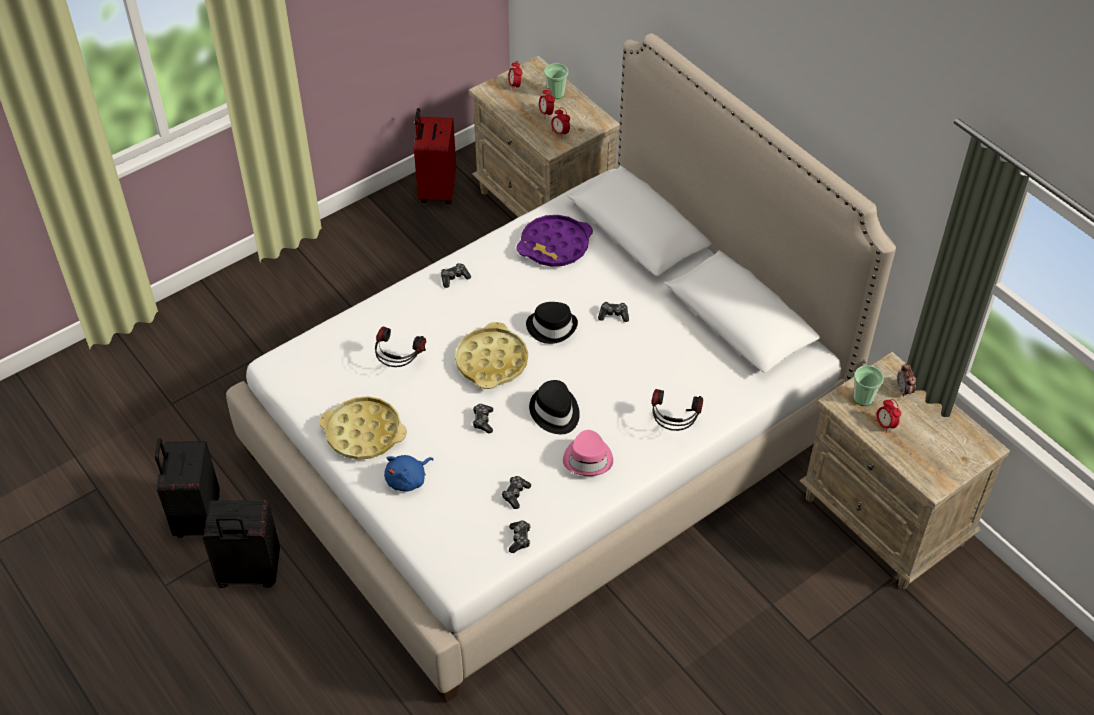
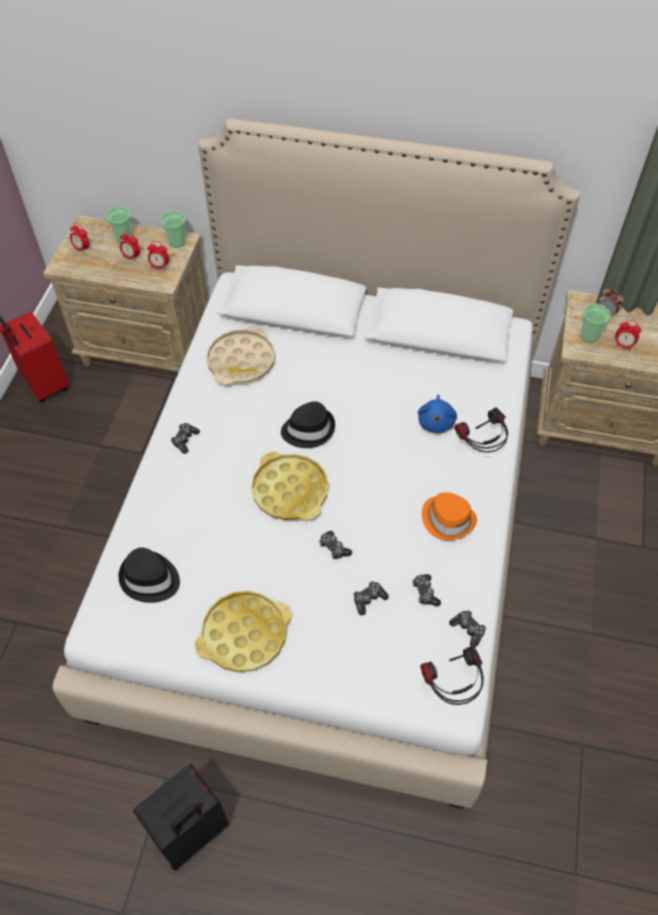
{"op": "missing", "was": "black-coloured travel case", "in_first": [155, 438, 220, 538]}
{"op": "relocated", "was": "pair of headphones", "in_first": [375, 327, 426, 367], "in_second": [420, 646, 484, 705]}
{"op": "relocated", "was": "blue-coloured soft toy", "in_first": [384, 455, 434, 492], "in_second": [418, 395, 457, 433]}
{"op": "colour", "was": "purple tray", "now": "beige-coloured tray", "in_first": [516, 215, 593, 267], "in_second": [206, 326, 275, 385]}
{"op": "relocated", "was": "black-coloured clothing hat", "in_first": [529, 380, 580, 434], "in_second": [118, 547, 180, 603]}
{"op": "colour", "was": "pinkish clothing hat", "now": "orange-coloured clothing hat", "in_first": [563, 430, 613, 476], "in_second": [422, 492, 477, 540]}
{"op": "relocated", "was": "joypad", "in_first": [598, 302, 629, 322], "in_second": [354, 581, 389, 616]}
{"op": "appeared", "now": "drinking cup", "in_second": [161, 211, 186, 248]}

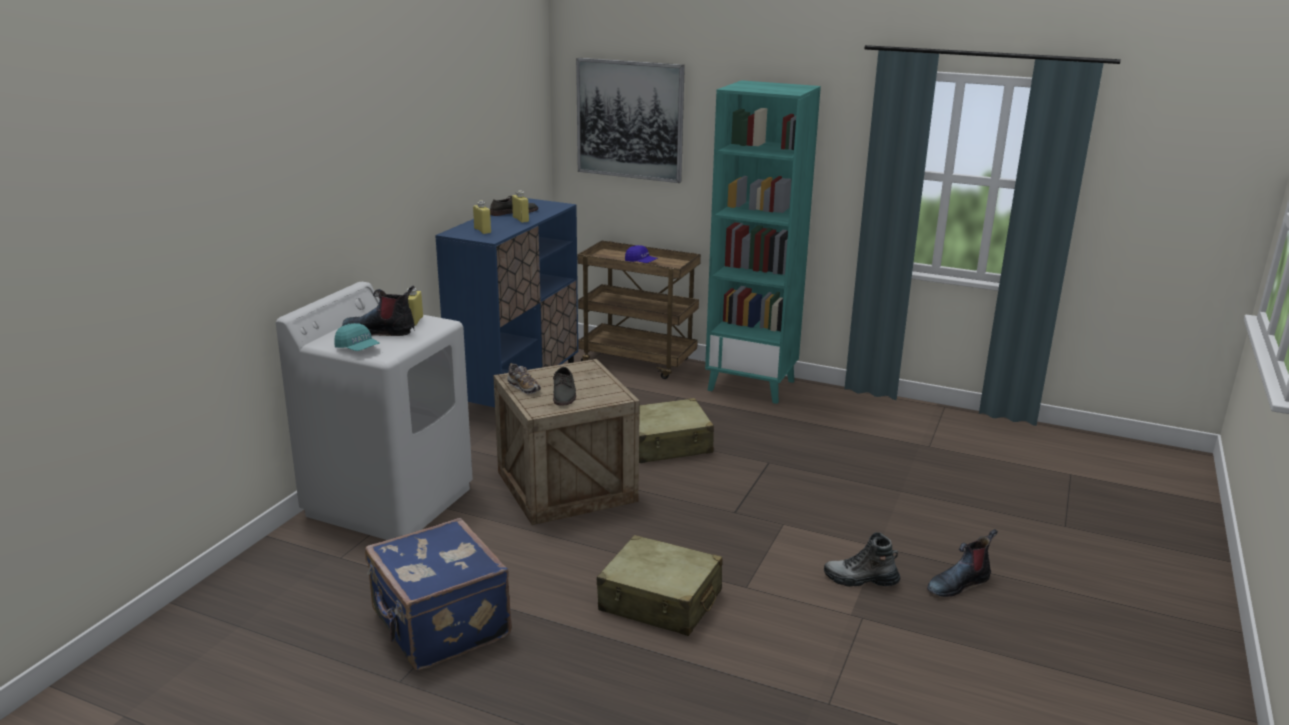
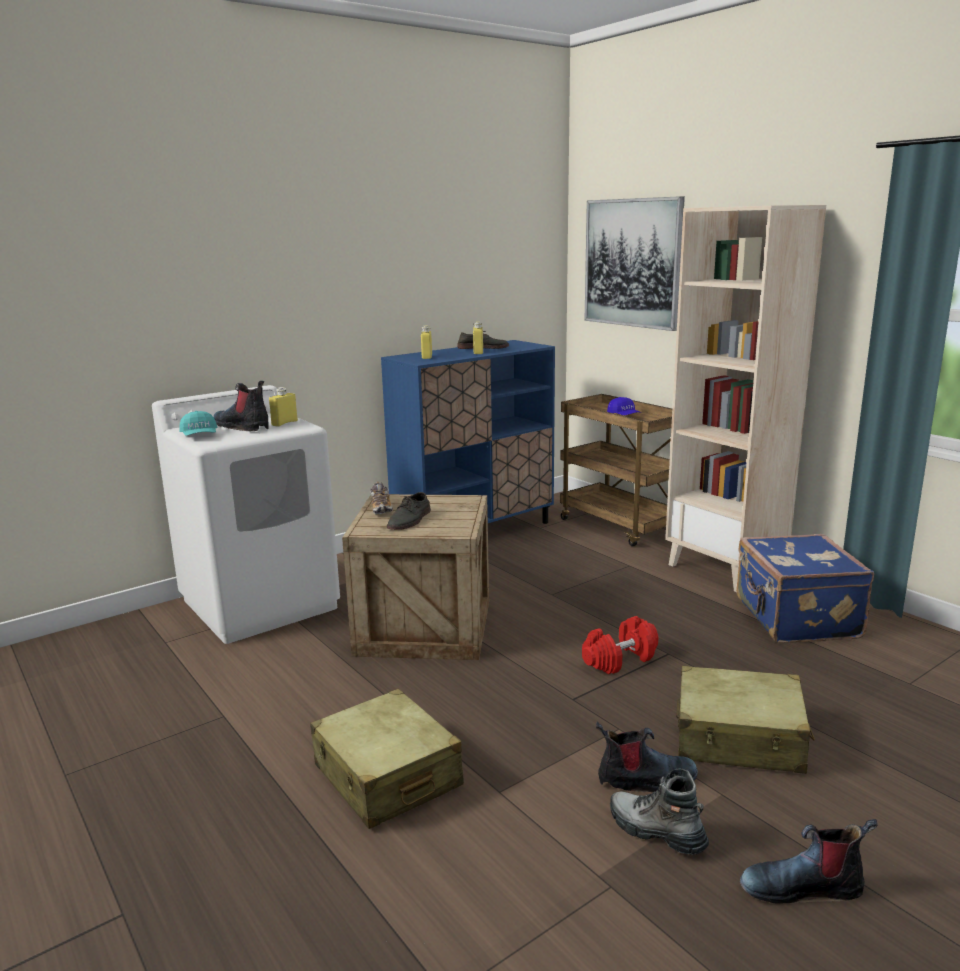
{"op": "relocated", "was": "blue-coloured travel case", "in_first": [365, 518, 512, 670], "in_second": [736, 534, 874, 643]}
{"op": "relocated", "was": "beige-coloured travel case", "in_first": [639, 398, 714, 463], "in_second": [676, 666, 815, 774]}
{"op": "colour", "was": "turquoise bookcase", "now": "beige-coloured bookcase", "in_first": [705, 80, 821, 404], "in_second": [665, 205, 826, 592]}
{"op": "appeared", "now": "reddish free weight", "in_second": [582, 616, 659, 674]}
{"op": "appeared", "now": "boot", "in_second": [596, 722, 698, 792]}

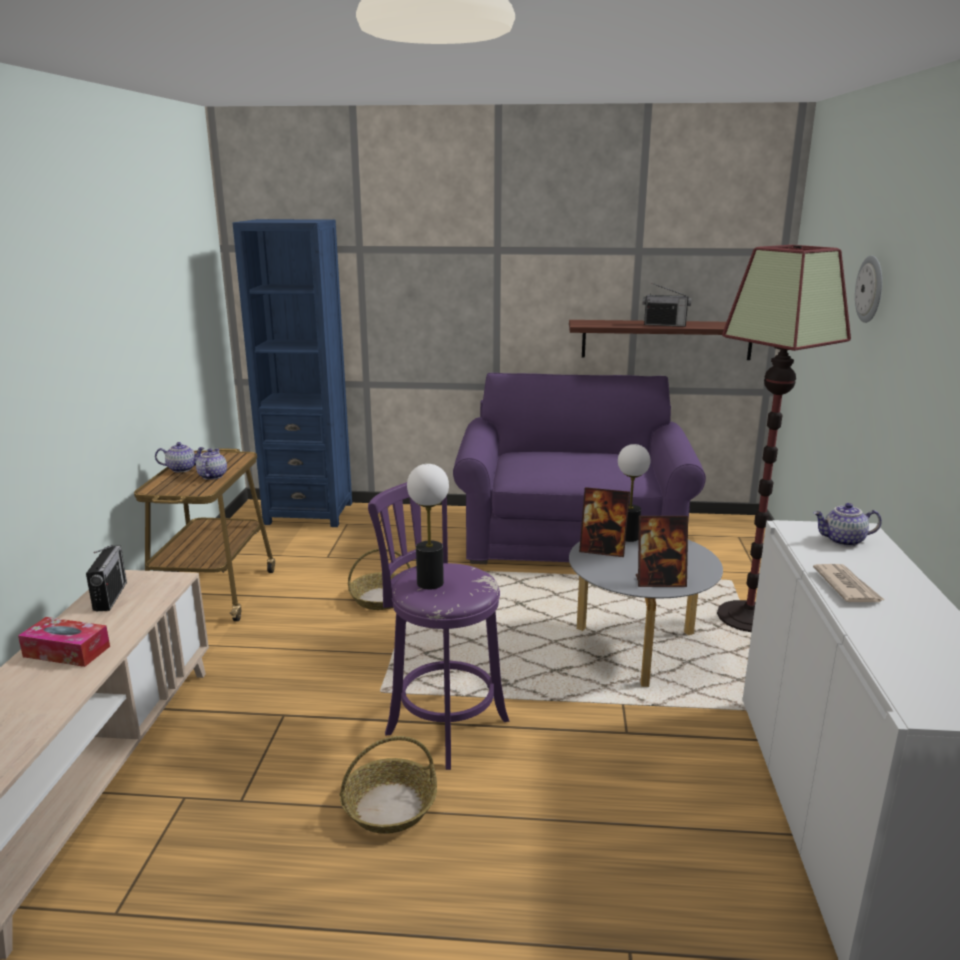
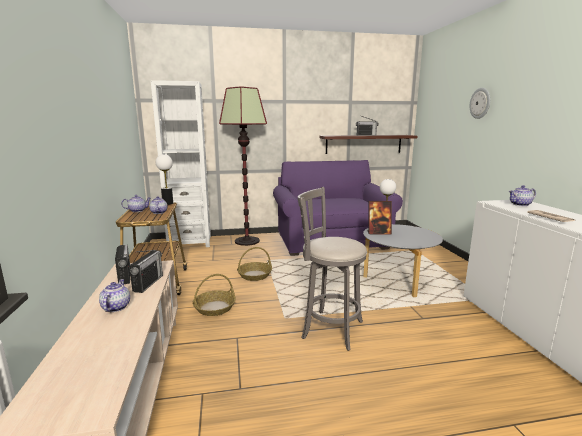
{"op": "exchanged", "was": "tissue holder", "now": "pot for tea", "in_first": [18, 617, 110, 667], "in_second": [99, 279, 130, 312]}
{"op": "colour", "was": "blue-coloured bookcase", "now": "white-coloured bookcase", "in_first": [233, 219, 352, 527], "in_second": [151, 80, 211, 249]}
{"op": "relocated", "was": "household basket", "in_first": [339, 736, 437, 834], "in_second": [192, 274, 236, 316]}
{"op": "colour", "was": "purple sitting stool", "now": "greyish sitting stool", "in_first": [368, 474, 509, 770], "in_second": [298, 187, 367, 351]}
{"op": "relocated", "was": "table lamp", "in_first": [407, 464, 449, 589], "in_second": [156, 154, 173, 205]}
{"op": "missing", "was": "picture frame", "in_first": [636, 516, 688, 587]}
{"op": "relocated", "was": "floor lamp", "in_first": [717, 245, 851, 632], "in_second": [219, 86, 267, 246]}
{"op": "appeared", "now": "radio set", "in_second": [129, 250, 163, 293]}

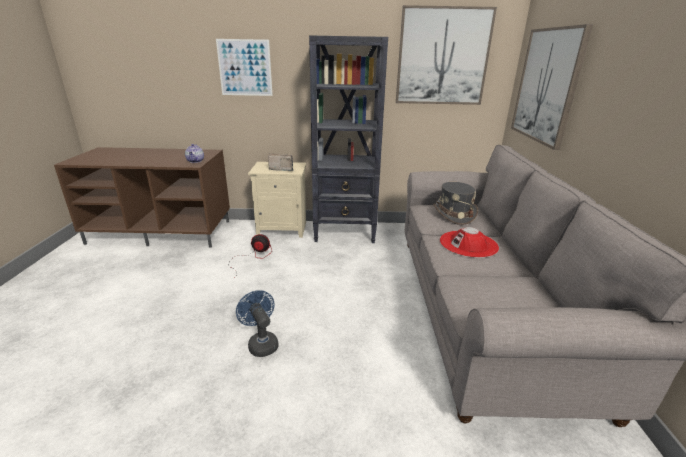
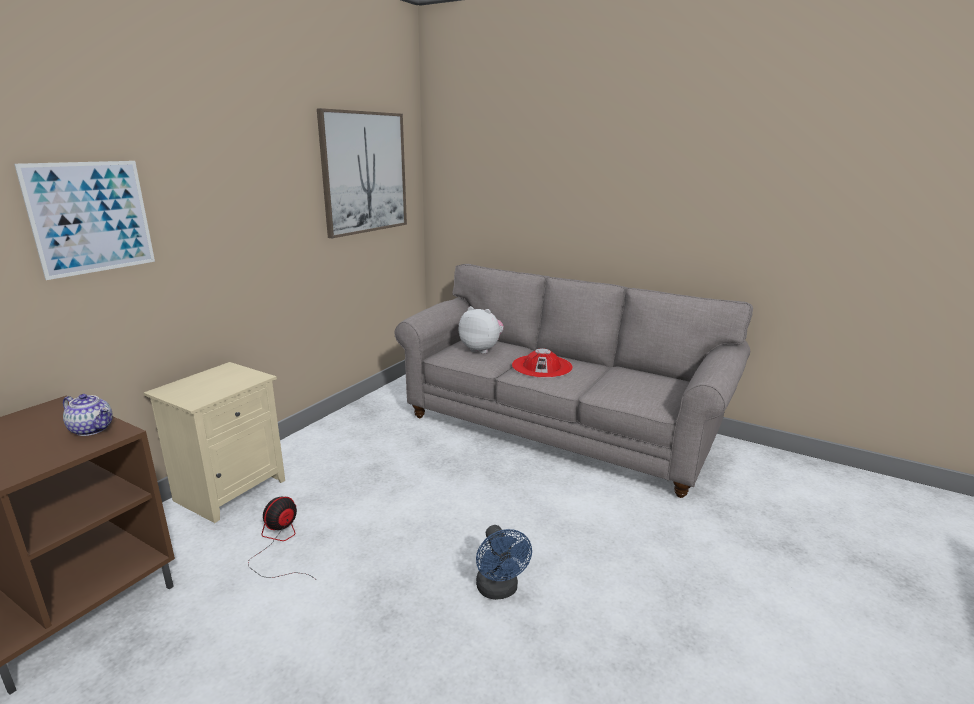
{"op": "spun", "was": "blue-coloured fan", "in_first": [236, 290, 278, 357], "in_second": [476, 525, 532, 600], "clockwise": -105}
{"op": "missing", "was": "radio set", "in_first": [268, 153, 293, 171]}
{"op": "missing", "was": "black-coloured bookcase", "in_first": [309, 35, 388, 243]}
{"op": "exchanged", "was": "greyish clothing hat", "now": "soft toy", "in_first": [433, 182, 478, 225], "in_second": [459, 306, 504, 354]}
{"op": "missing", "was": "wall art", "in_first": [511, 24, 593, 150]}

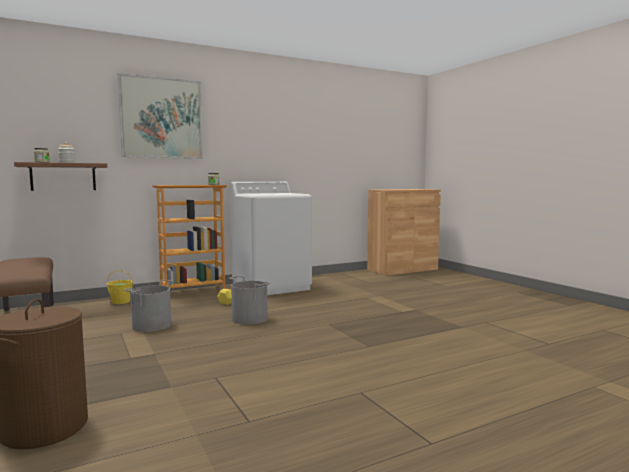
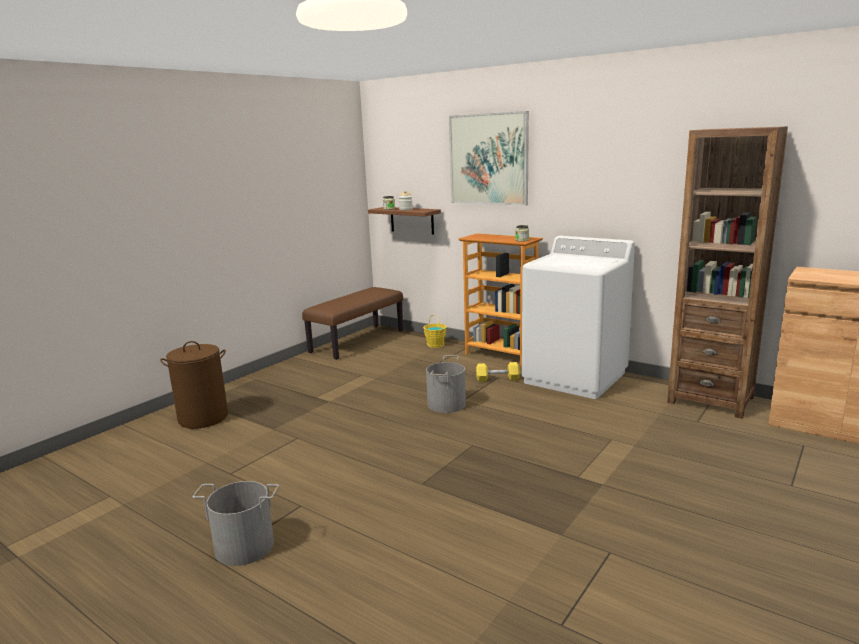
{"op": "relocated", "was": "greyish bucket", "in_first": [124, 280, 175, 332], "in_second": [193, 481, 279, 566]}
{"op": "appeared", "now": "brownish bookcase", "in_second": [667, 126, 788, 419]}

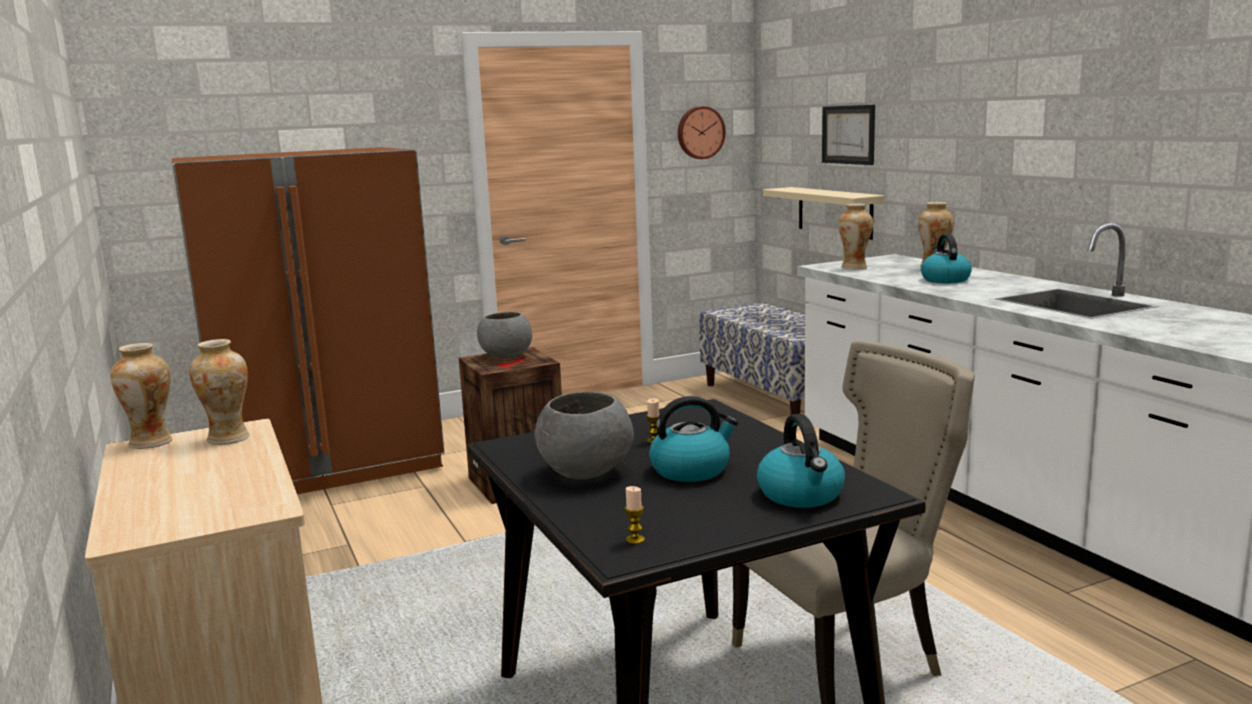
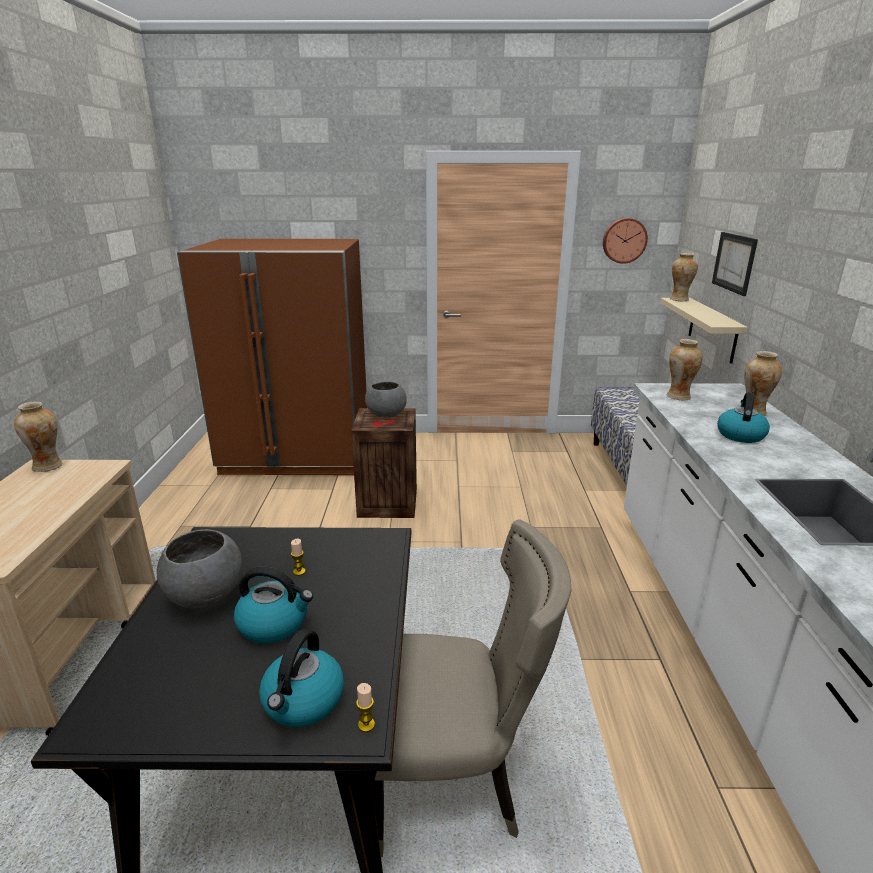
{"op": "relocated", "was": "vase", "in_first": [189, 339, 249, 445], "in_second": [670, 253, 698, 301]}
{"op": "relocated", "was": "candle", "in_first": [624, 486, 645, 544], "in_second": [356, 683, 375, 732]}

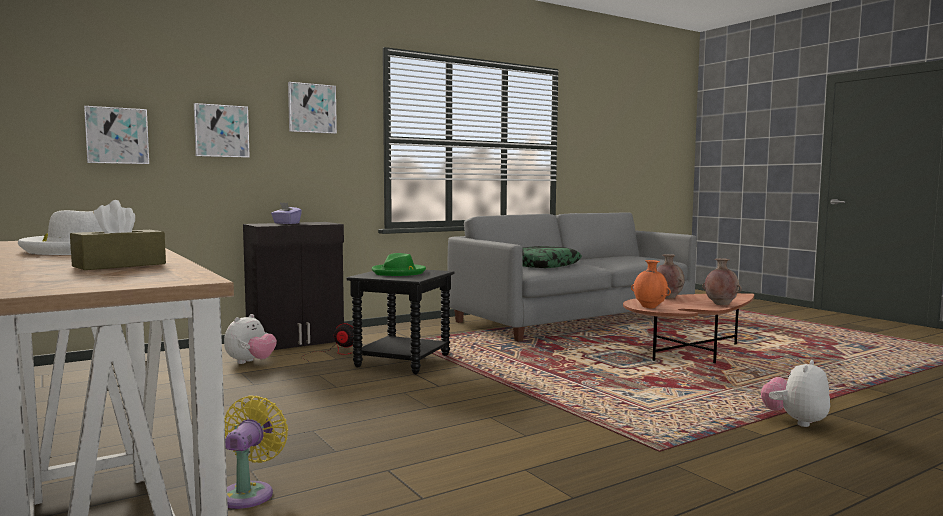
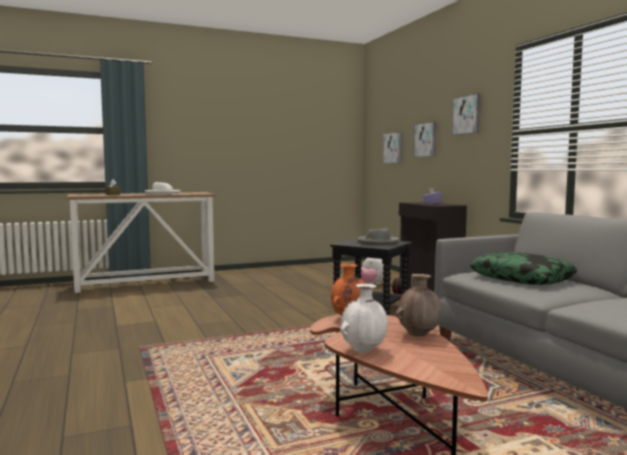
{"op": "missing", "was": "yellowish fan", "in_first": [225, 395, 288, 509]}
{"op": "colour", "was": "green-coloured clothing hat", "now": "greyish clothing hat", "in_first": [372, 253, 426, 276], "in_second": [357, 228, 399, 245]}
{"op": "colour", "was": "brownish vase", "now": "white-coloured vase", "in_first": [702, 258, 742, 305], "in_second": [340, 284, 388, 353]}
{"op": "missing", "was": "soft toy", "in_first": [761, 360, 830, 427]}

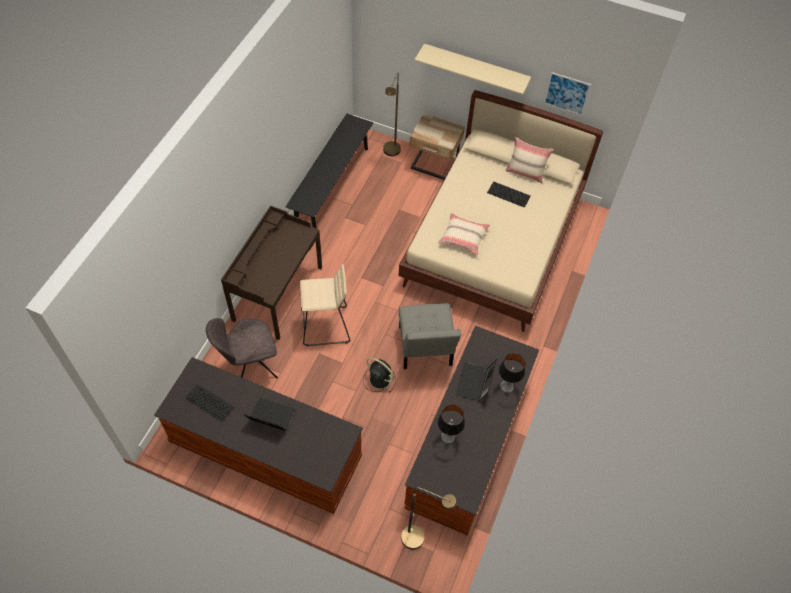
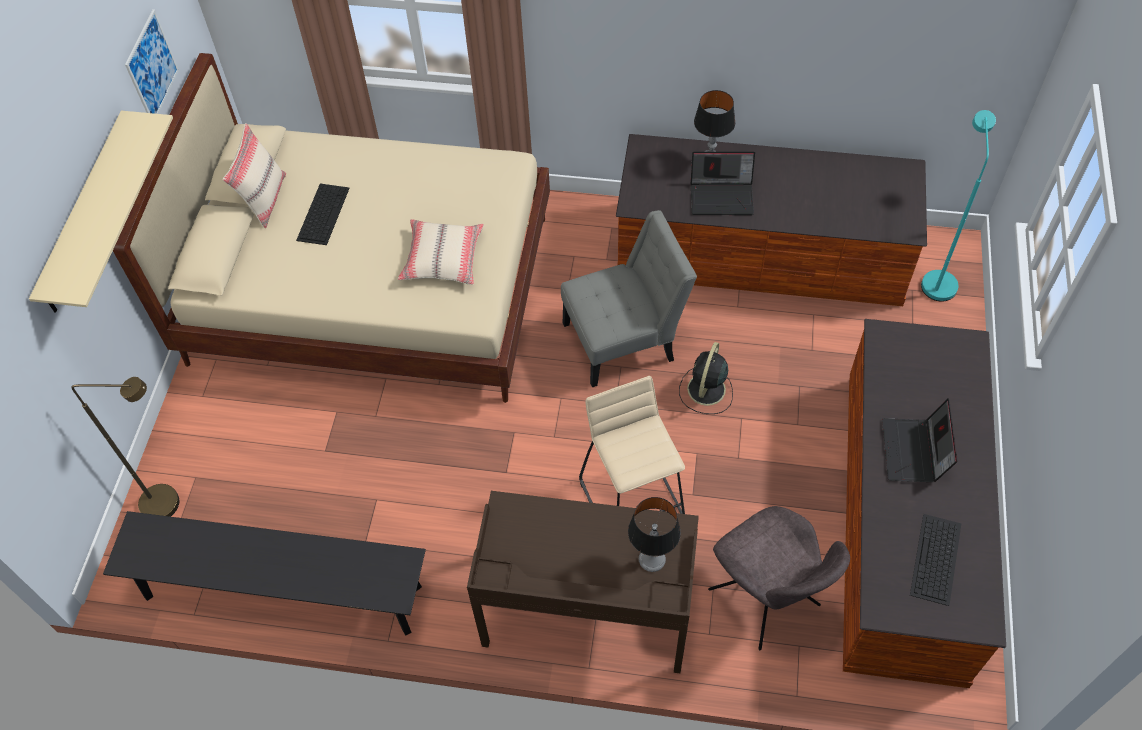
{"op": "colour", "was": "brownish floor lamp", "now": "turquoise floor lamp", "in_first": [401, 487, 457, 549], "in_second": [921, 110, 996, 302]}
{"op": "missing", "was": "beige-coloured bedside table", "in_first": [409, 113, 465, 180]}
{"op": "relocated", "was": "table lamp", "in_first": [437, 405, 465, 444], "in_second": [628, 497, 681, 572]}

